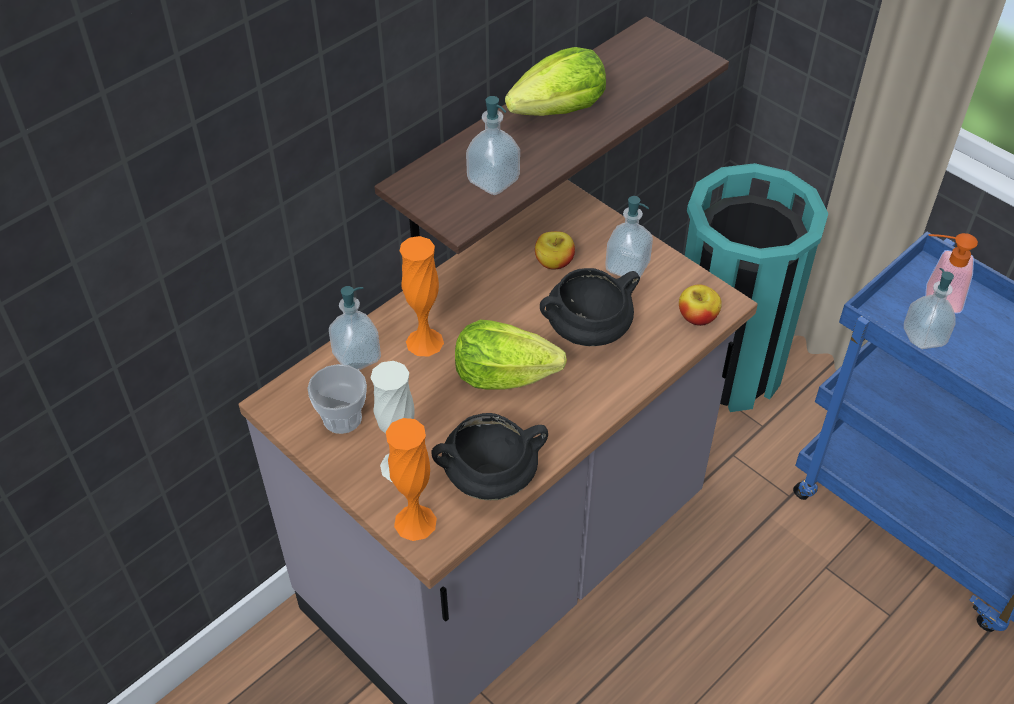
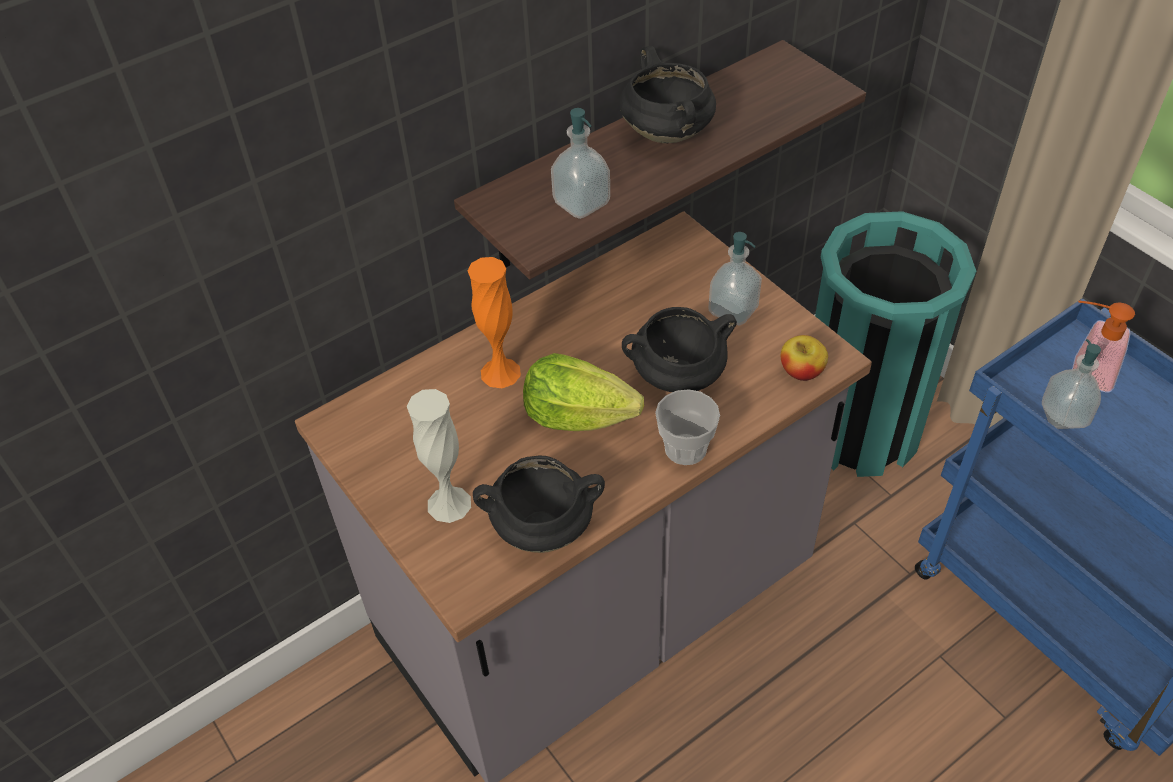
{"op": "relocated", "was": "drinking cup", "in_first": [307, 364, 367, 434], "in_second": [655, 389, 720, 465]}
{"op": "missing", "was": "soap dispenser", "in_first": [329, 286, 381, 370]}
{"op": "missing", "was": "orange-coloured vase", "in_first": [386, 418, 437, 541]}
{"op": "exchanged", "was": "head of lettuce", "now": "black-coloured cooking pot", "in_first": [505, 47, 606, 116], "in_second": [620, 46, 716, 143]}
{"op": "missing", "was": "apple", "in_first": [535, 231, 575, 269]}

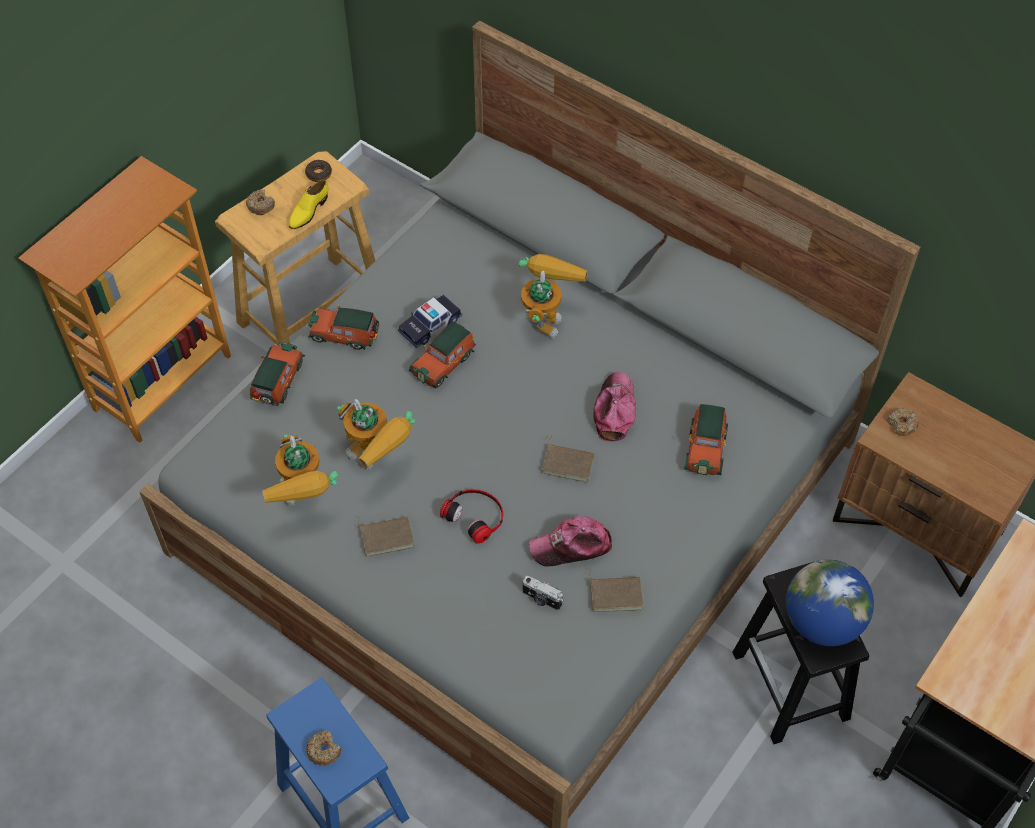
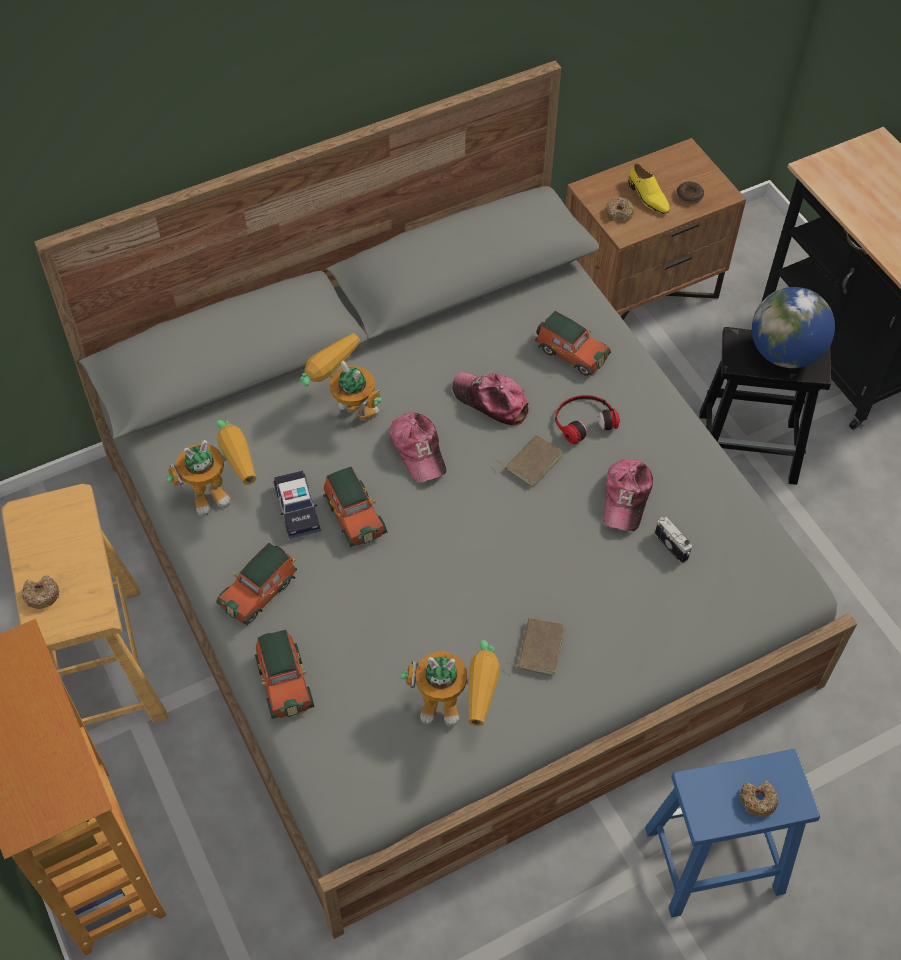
{"op": "spun", "was": "model car", "in_first": [250, 342, 305, 406], "in_second": [255, 630, 314, 719], "clockwise": -150}
{"op": "relocated", "was": "yellowish shoe", "in_first": [289, 180, 328, 229], "in_second": [628, 163, 670, 214]}
{"op": "relocated", "was": "donut", "in_first": [305, 160, 332, 182], "in_second": [677, 181, 704, 204]}
{"op": "relocated", "was": "robot figure", "in_first": [337, 399, 415, 470], "in_second": [167, 420, 256, 517]}
{"op": "relocated", "was": "pair of headphones", "in_first": [440, 489, 503, 544], "in_second": [555, 395, 620, 444]}
{"op": "spun", "was": "still camera", "in_first": [522, 575, 563, 610], "in_second": [655, 517, 692, 564], "clockwise": -90}
{"op": "missing", "was": "brownish volume", "in_first": [588, 569, 644, 612]}
{"op": "appeared", "now": "cap", "in_second": [389, 413, 446, 482]}

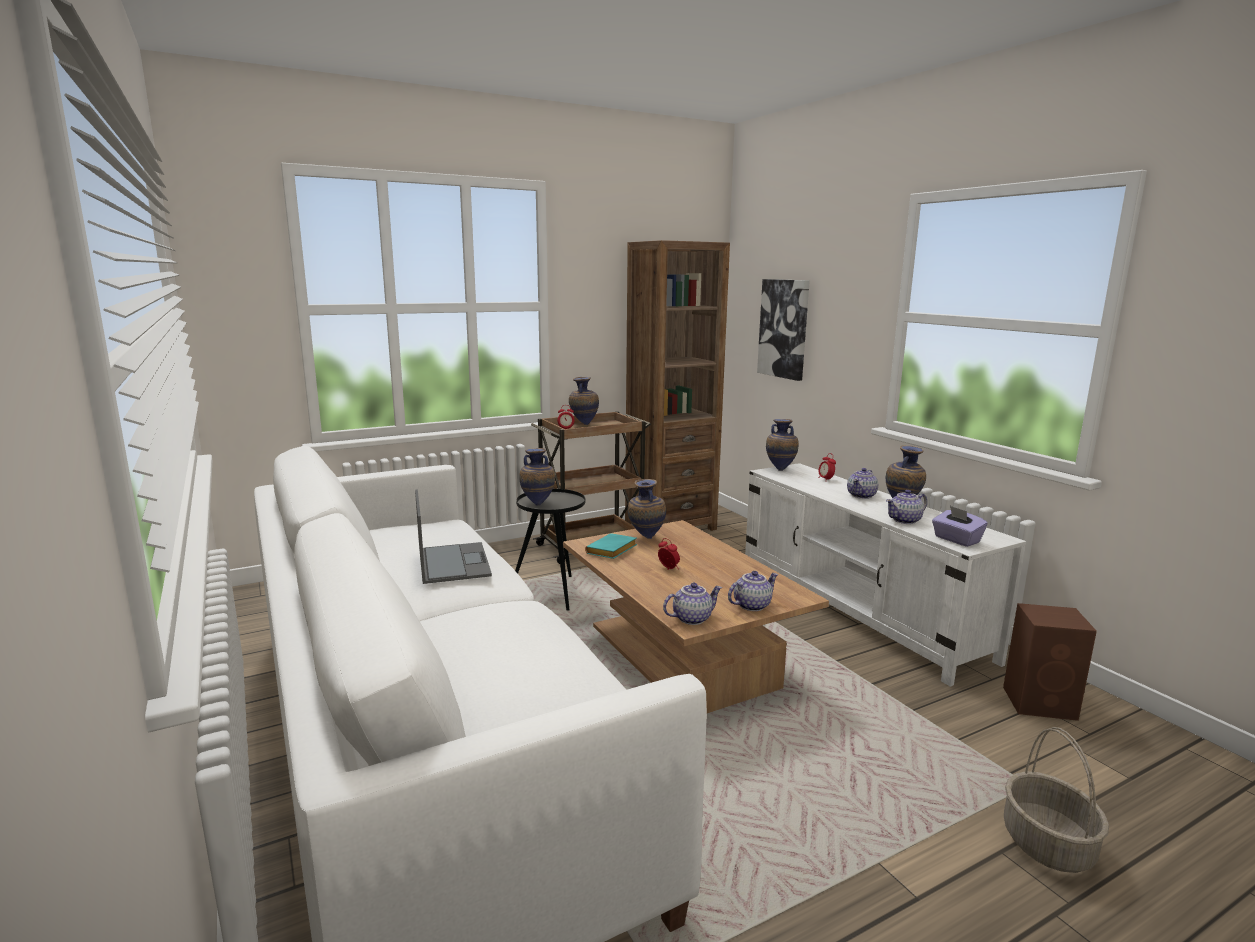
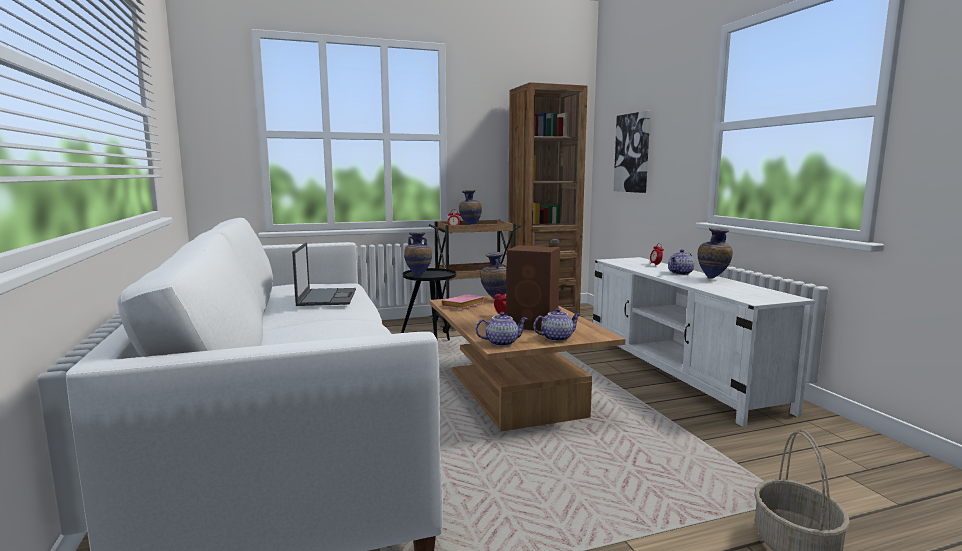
{"op": "colour", "was": "turquoise volume", "now": "pinkish volume", "in_first": [585, 533, 637, 559], "in_second": [442, 294, 485, 309]}
{"op": "missing", "was": "vase", "in_first": [766, 419, 799, 471]}
{"op": "missing", "was": "pot for tea", "in_first": [886, 490, 927, 524]}
{"op": "missing", "was": "purple tissue holder", "in_first": [932, 506, 988, 547]}
{"op": "relocated", "was": "brownish speaker", "in_first": [1003, 603, 1097, 721], "in_second": [506, 245, 560, 331]}

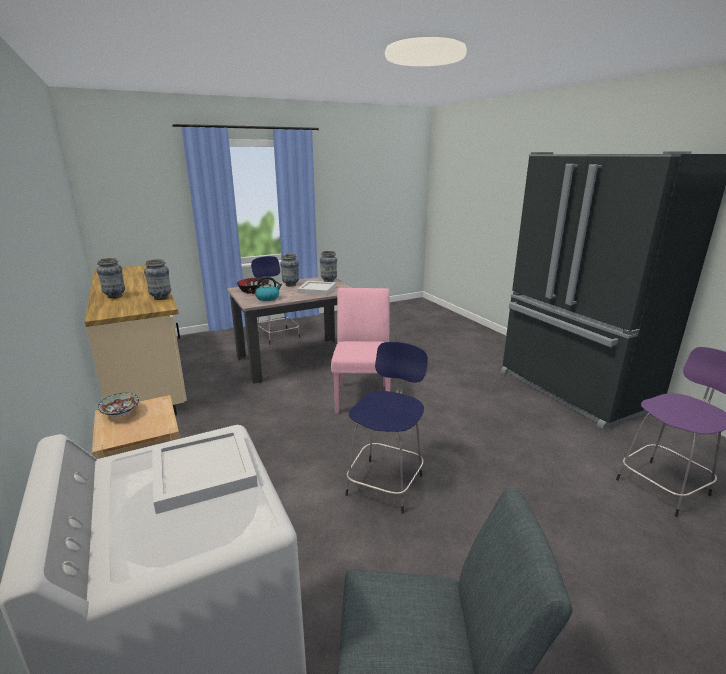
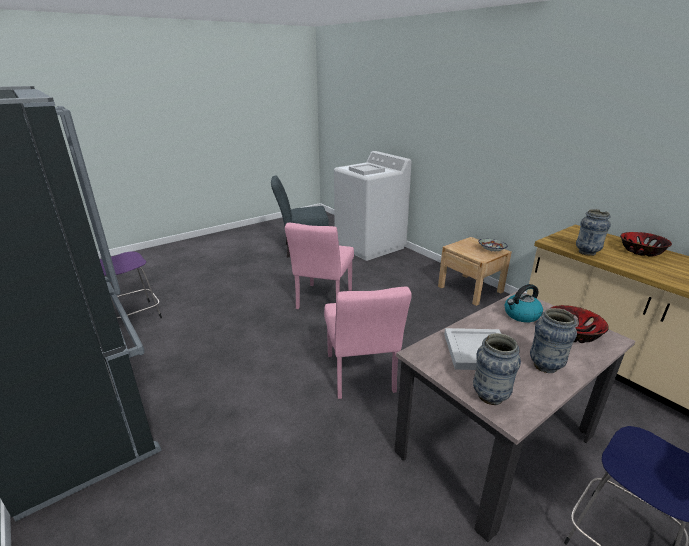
{"op": "exchanged", "was": "vase", "now": "serving bowl", "in_first": [97, 258, 125, 298], "in_second": [620, 232, 672, 257]}
{"op": "exchanged", "was": "blue-coloured sitting stool", "now": "pinkish plain chair", "in_first": [345, 342, 428, 514], "in_second": [285, 223, 354, 309]}

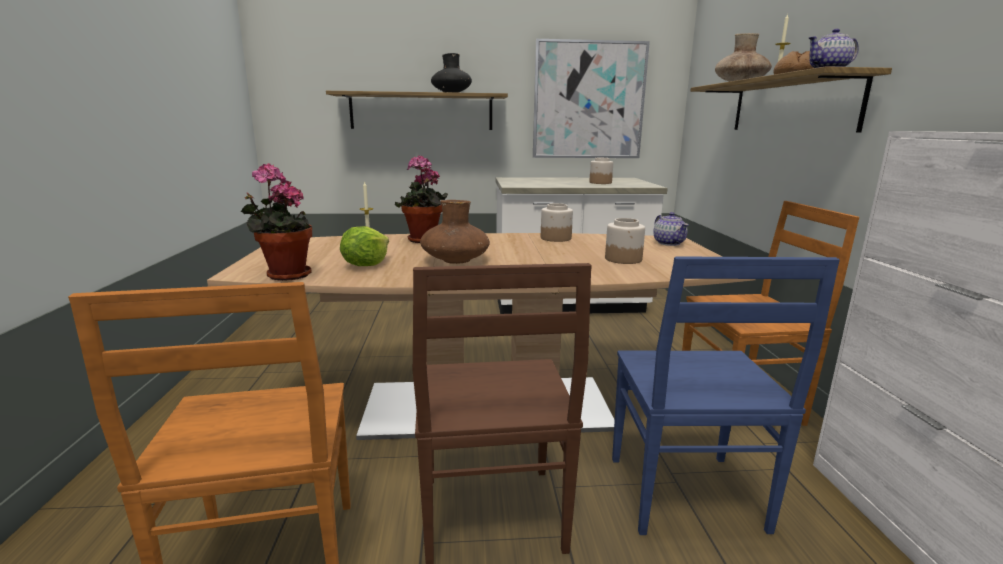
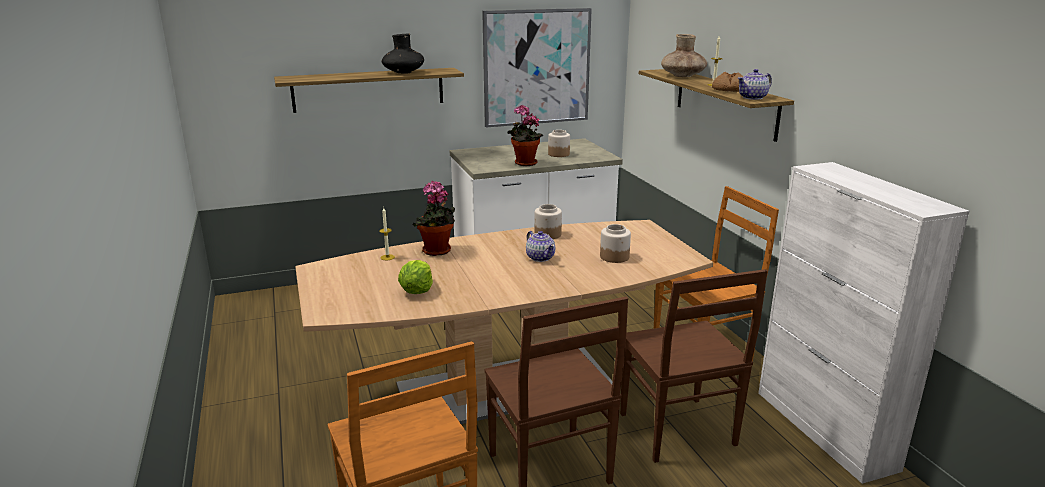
{"op": "relocated", "was": "houseplant", "in_first": [241, 163, 312, 281], "in_second": [507, 105, 543, 166]}
{"op": "missing", "was": "brownish vase", "in_first": [420, 200, 490, 264]}
{"op": "colour", "was": "blue-coloured plain chair", "now": "brownish plain chair", "in_first": [612, 256, 840, 535], "in_second": [620, 269, 768, 463]}
{"op": "relocated", "was": "pot for tea", "in_first": [653, 212, 689, 246], "in_second": [526, 231, 555, 262]}

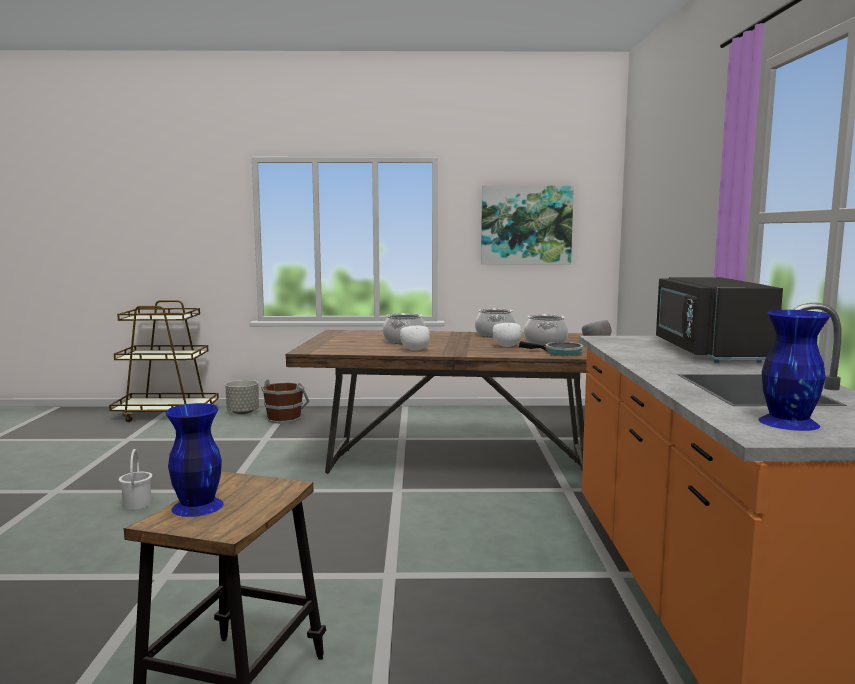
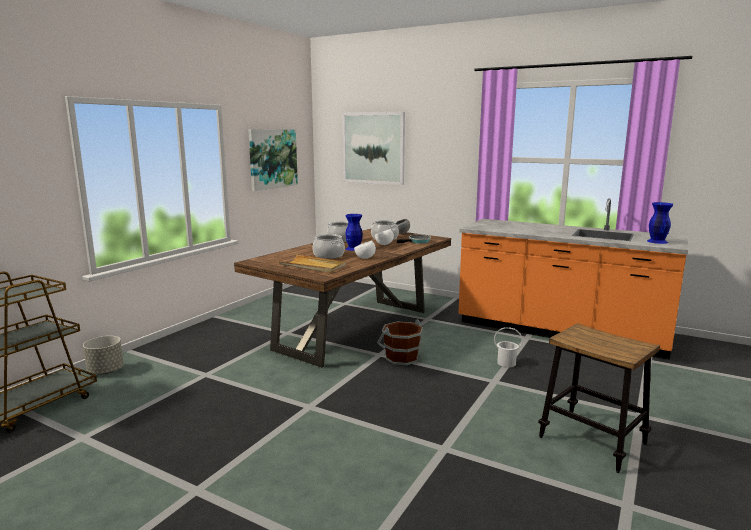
{"op": "relocated", "was": "white-coloured bucket", "in_first": [119, 449, 152, 510], "in_second": [494, 327, 523, 367]}
{"op": "relocated", "was": "blue-coloured vase", "in_first": [166, 403, 224, 517], "in_second": [345, 214, 363, 251]}
{"op": "relocated", "was": "brownish bucket", "in_first": [261, 379, 309, 424], "in_second": [377, 319, 423, 365]}
{"op": "missing", "was": "black-coloured microwave", "in_first": [656, 277, 783, 363]}
{"op": "appeared", "now": "beige-coloured tray", "in_second": [279, 255, 346, 273]}
{"op": "appeared", "now": "wall art", "in_second": [342, 112, 405, 185]}

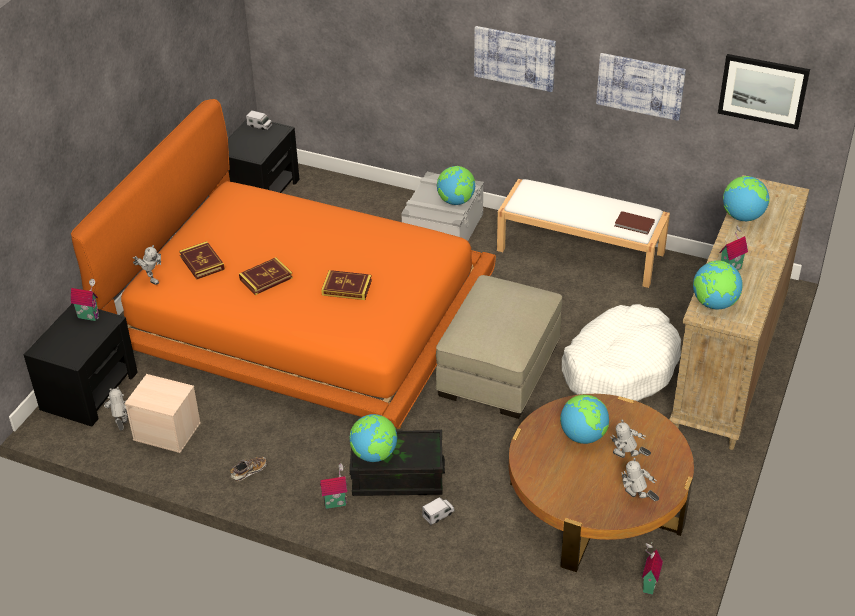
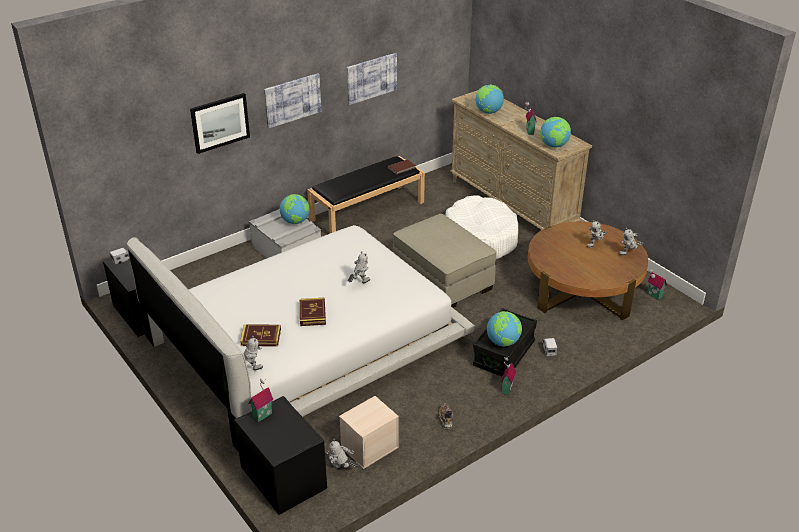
{"op": "colour", "was": "orange-coloured bedroom bed", "now": "white-coloured bedroom bed", "in_first": [71, 99, 496, 429], "in_second": [127, 225, 475, 453]}
{"op": "exchanged", "was": "volume", "now": "robot figure", "in_first": [321, 270, 372, 300], "in_second": [348, 251, 370, 284]}
{"op": "colour", "was": "white-coloured bench", "now": "black-coloured bench", "in_first": [497, 179, 670, 288], "in_second": [307, 156, 425, 233]}
{"op": "missing", "was": "desk globe", "in_first": [560, 395, 609, 444]}
{"op": "relocated", "was": "wall art", "in_first": [718, 54, 810, 129], "in_second": [190, 93, 250, 154]}

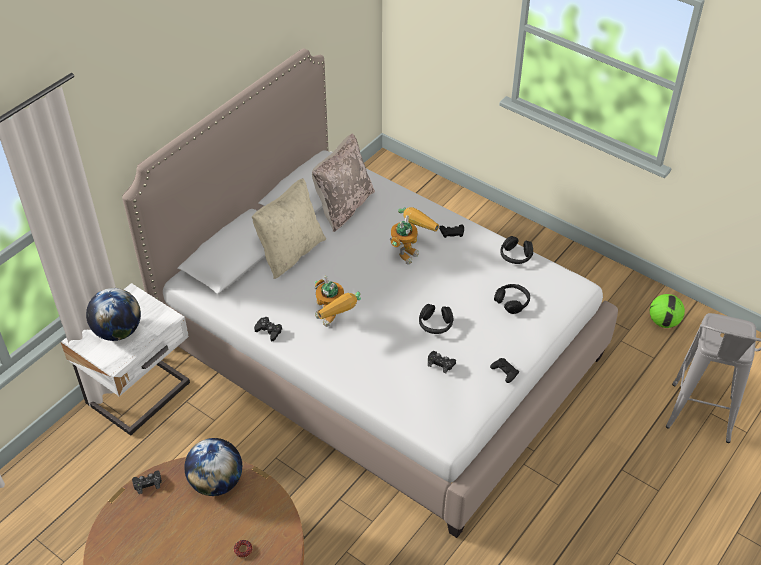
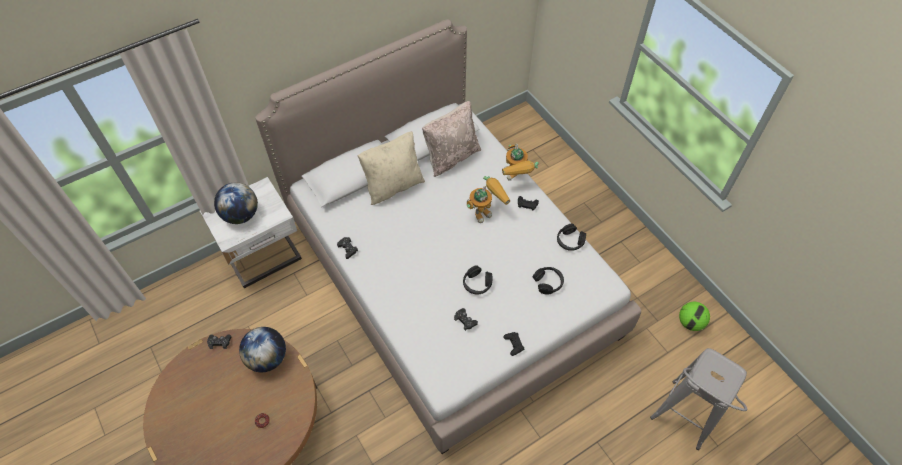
{"op": "relocated", "was": "robot figure", "in_first": [315, 276, 361, 327], "in_second": [502, 143, 539, 181]}

